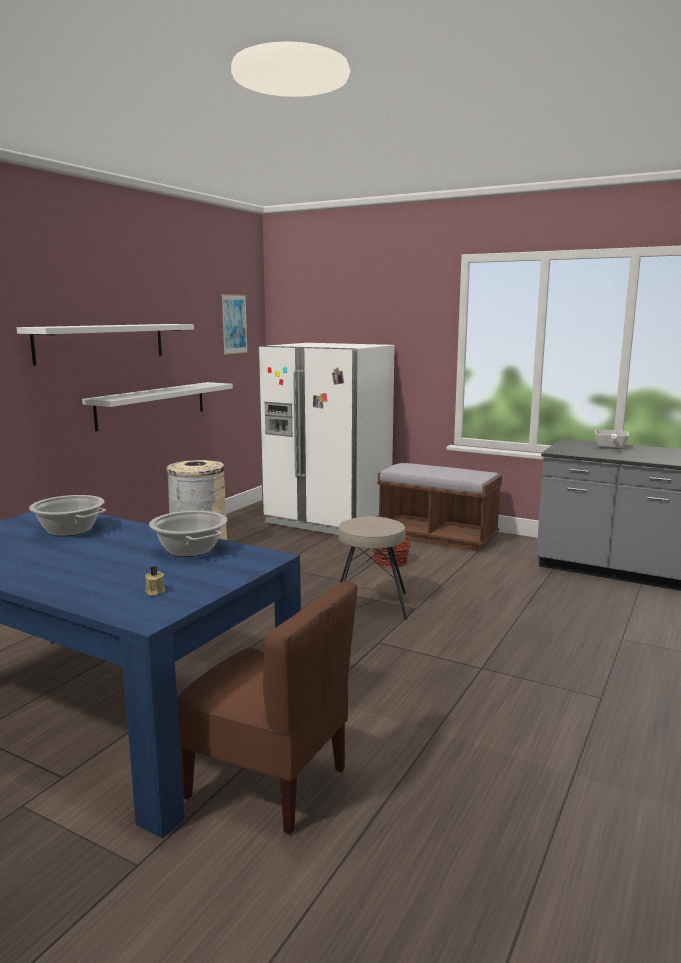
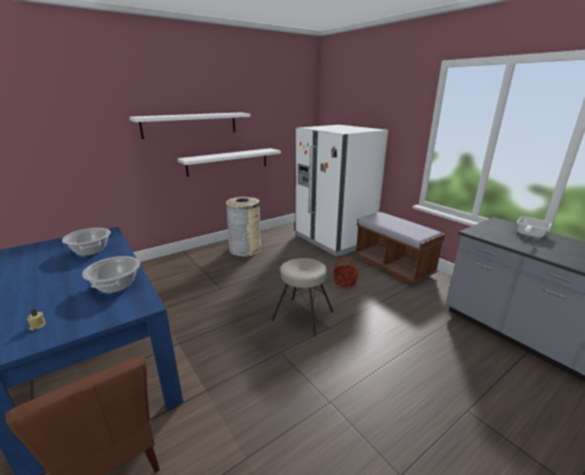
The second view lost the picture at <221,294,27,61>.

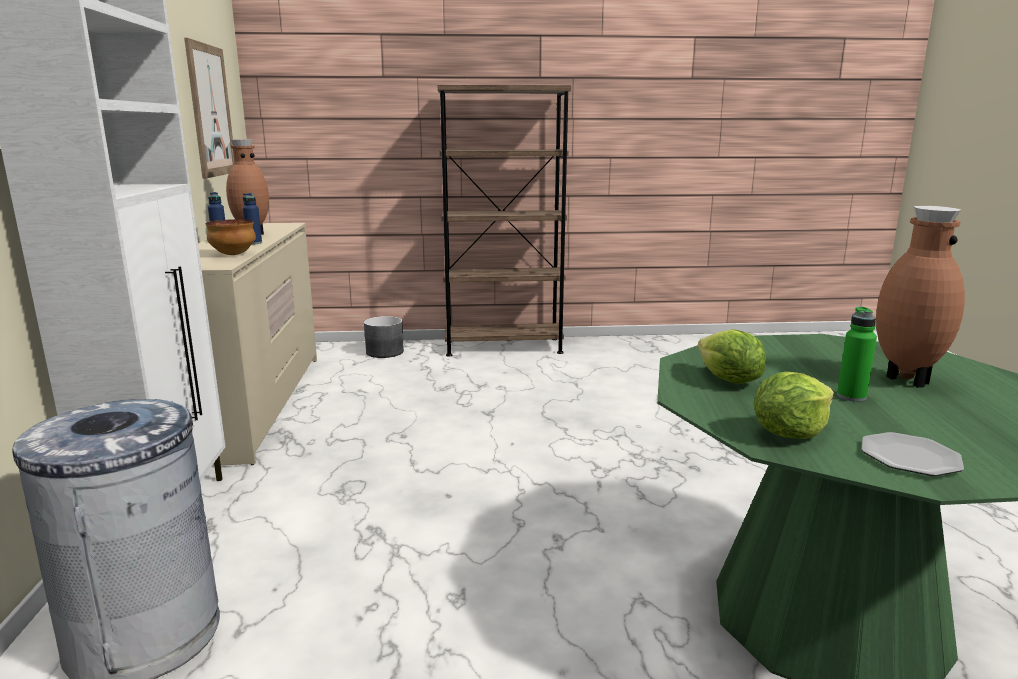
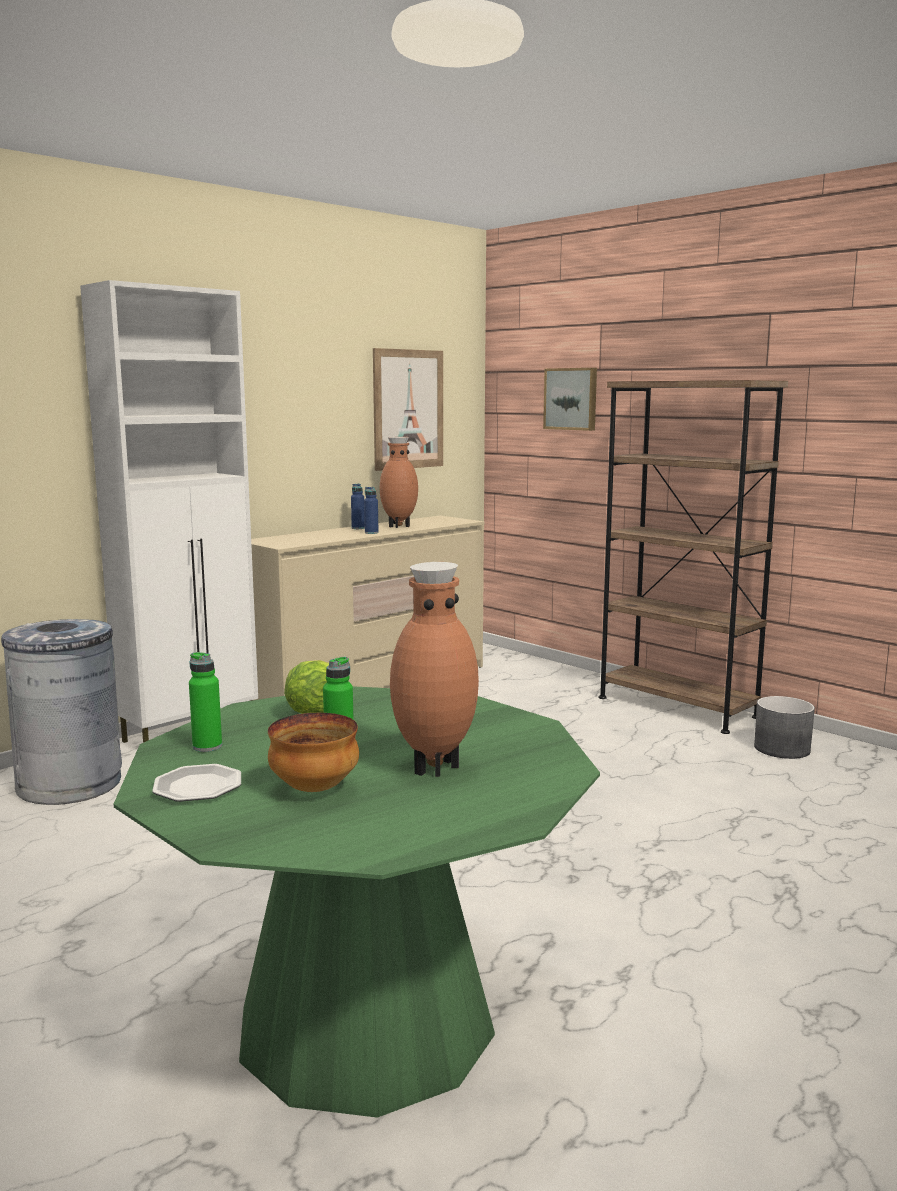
The bowl ended up elsewhere, having gone from <205,219,51,36> to <268,713,91,79>. The grey planter ended up elsewhere, having gone from <364,316,40,42> to <754,696,61,63>. Where the lettuce stood at <754,372,80,67>, the green bottle came to stand at <189,652,33,100>. The second view gained the picture at <543,368,54,63>.

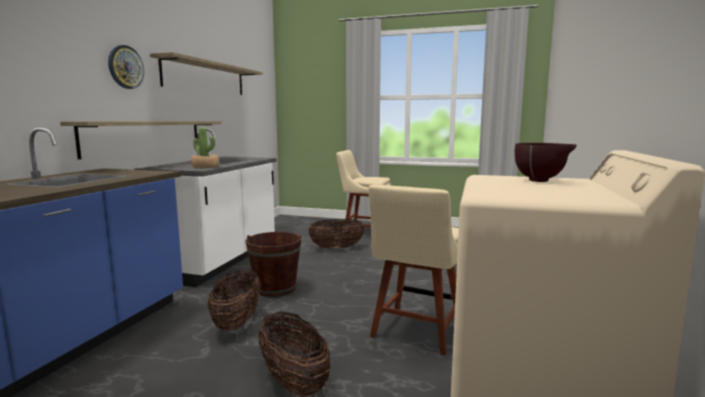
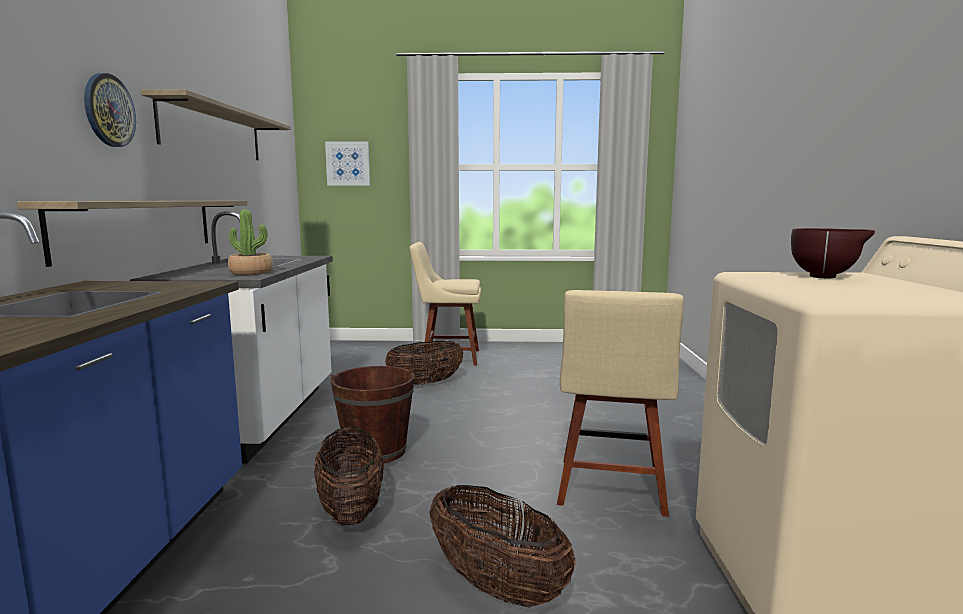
The second view gained the picture at <325,141,45,45>.

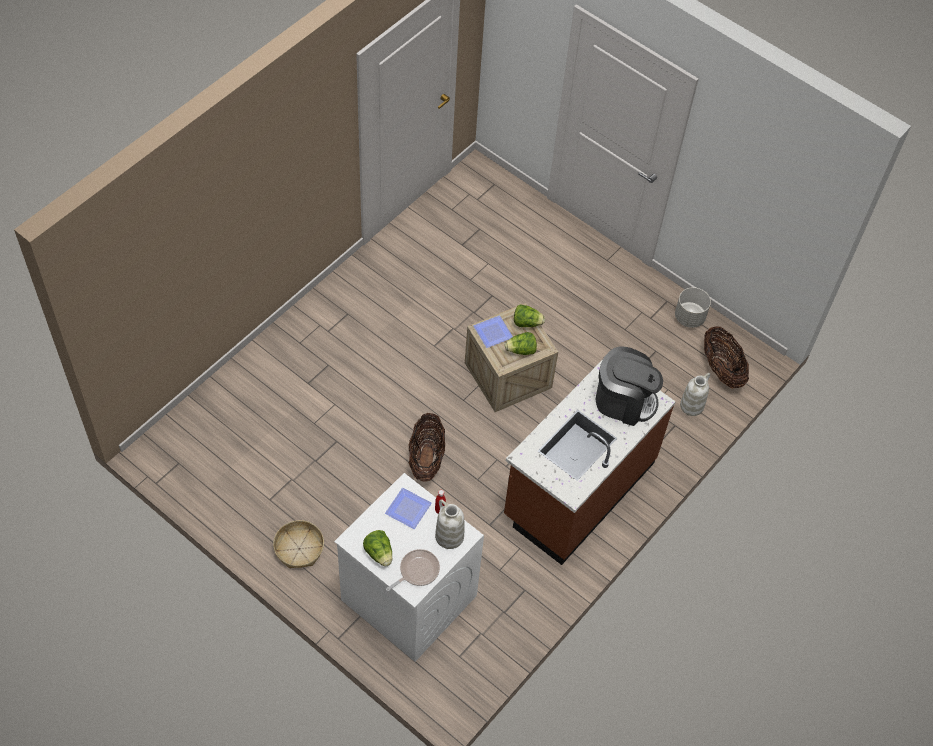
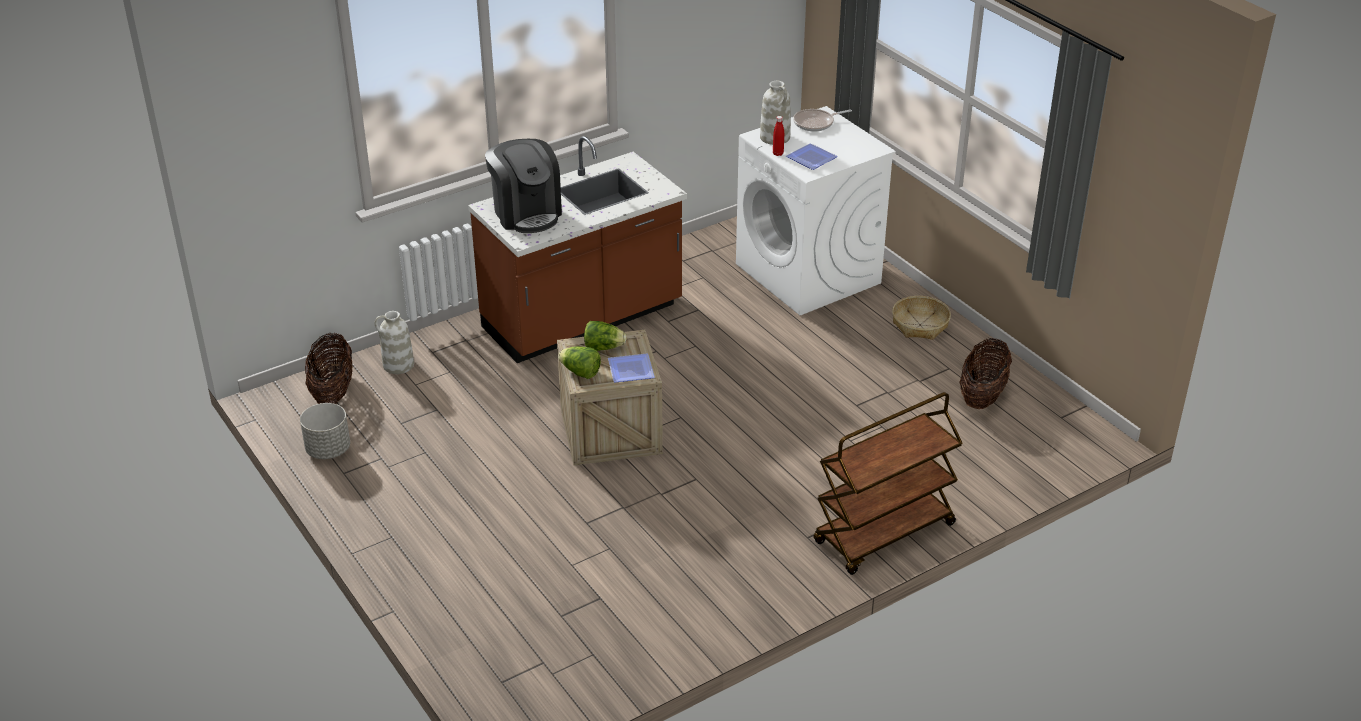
The coffee machine at <596,346,67,80> ended up facing another way, 150 degrees counterclockwise from before. The basket ended up elsewhere, having gone from <409,413,36,69> to <959,338,53,71>. The second view lost the lettuce at <363,530,29,36>. The second view gained the brown cart at <814,392,149,183>.

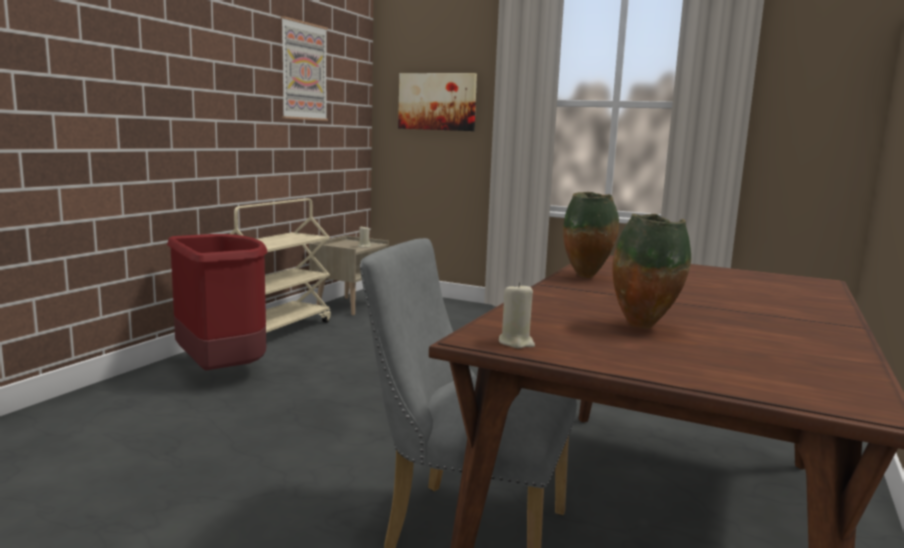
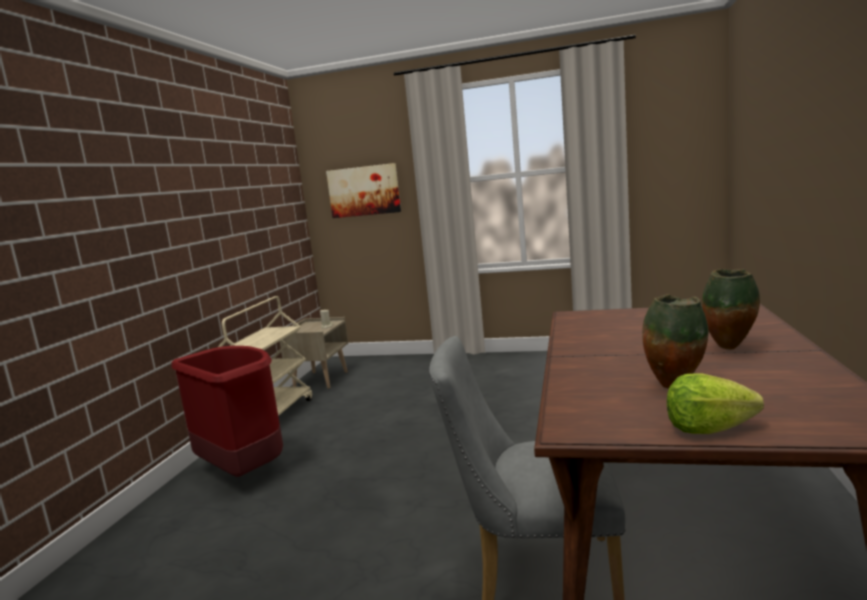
The second view lost the picture at <280,16,48,105>. The vase ended up elsewhere, having gone from <563,192,56,86> to <702,269,58,81>. The second view lost the beige candle at <499,282,36,66>. The second view gained the lettuce at <667,374,97,60>.

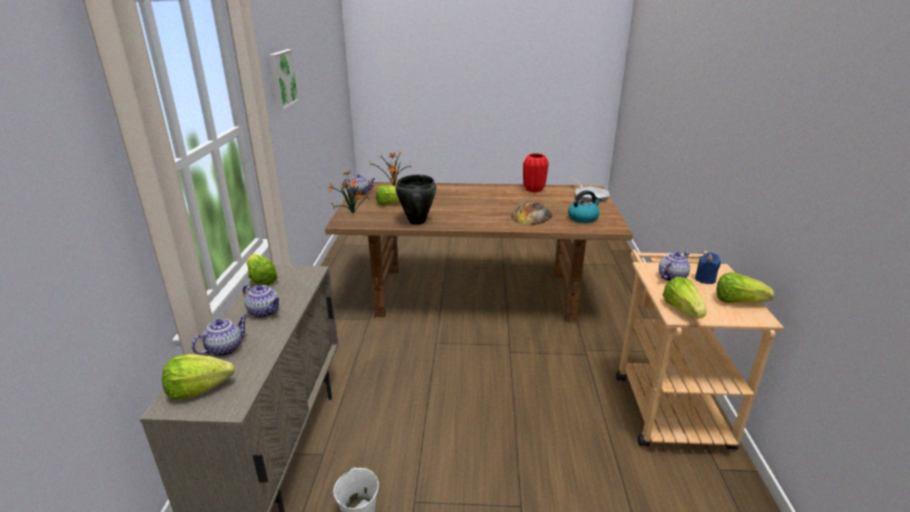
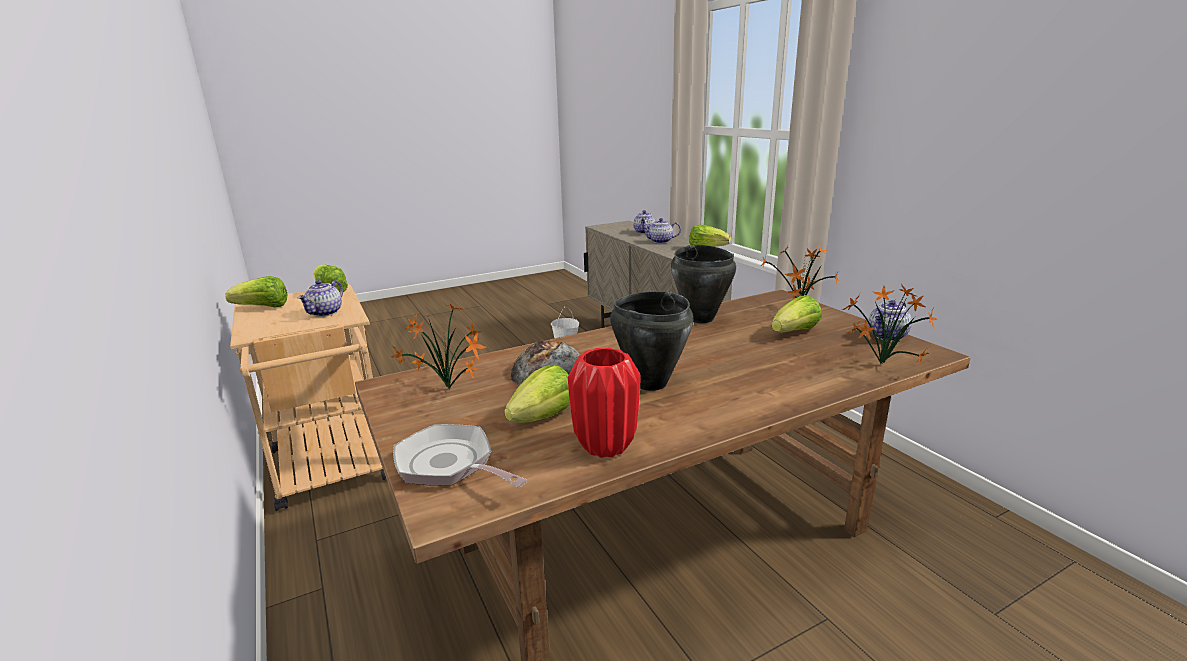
The second view lost the picture at <269,49,30,61>. Where the kettle stood at <568,190,33,33>, the potted plant came to stand at <391,303,96,87>. The second view lost the blue candle at <695,252,26,32>. The lettuce ended up elsewhere, having gone from <162,354,72,45> to <504,365,66,58>. The second view gained the black cooking pot at <610,291,83,100>.

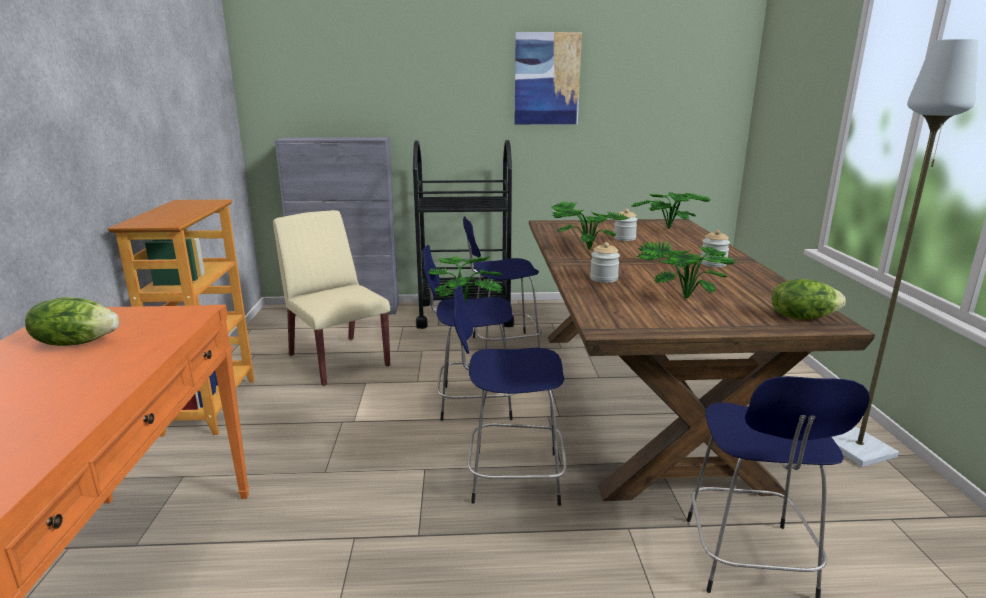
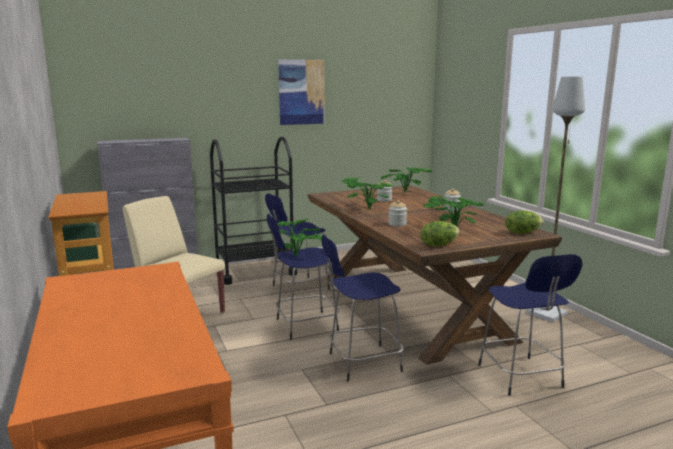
The lettuce ended up elsewhere, having gone from <25,297,94,49> to <420,221,40,25>.

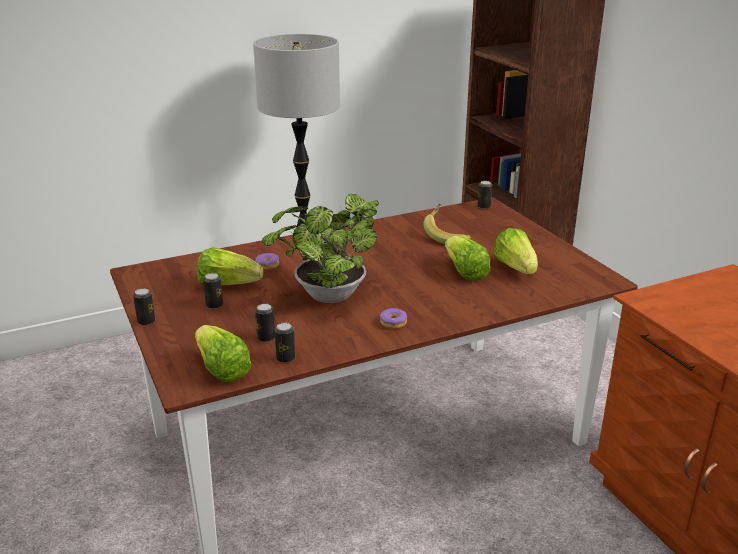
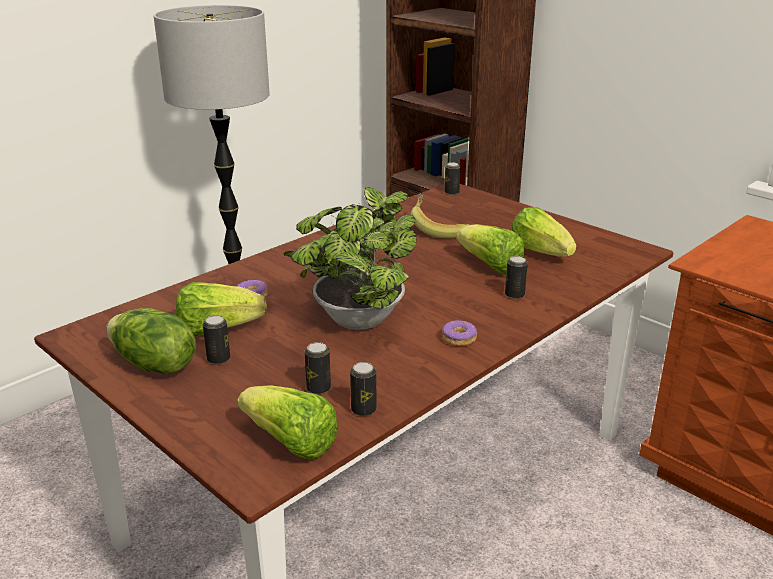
The can ended up elsewhere, having gone from <133,288,22,38> to <505,256,23,43>. The second view gained the lettuce at <106,308,90,66>.

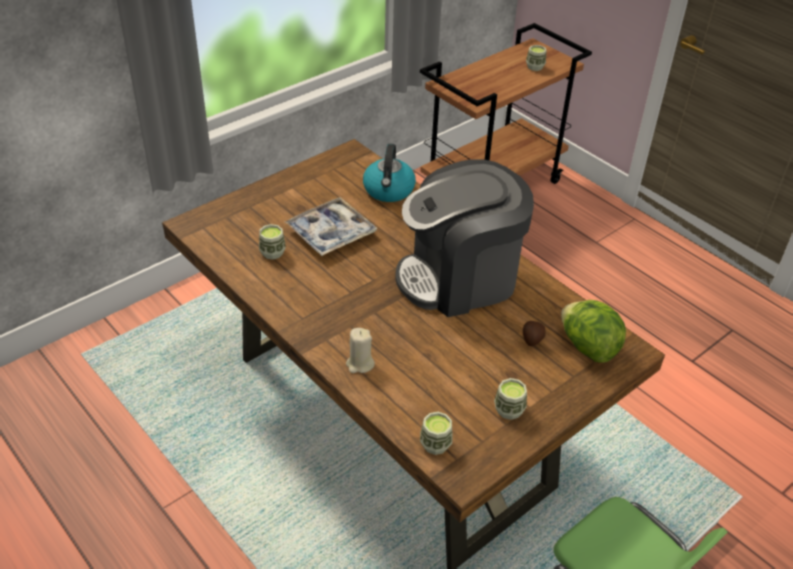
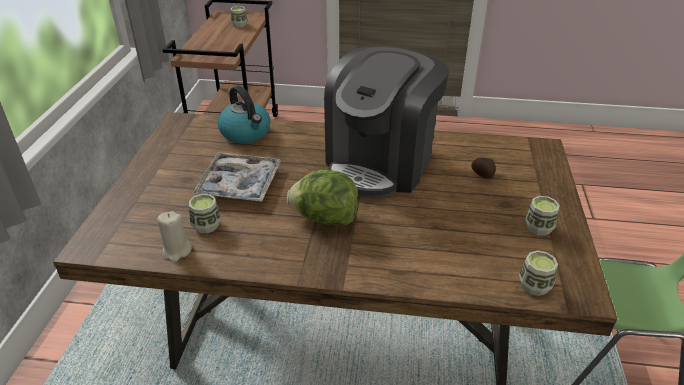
The lettuce ended up elsewhere, having gone from <561,300,65,63> to <287,170,72,55>. The beige candle ended up elsewhere, having gone from <346,328,29,45> to <157,211,35,51>.

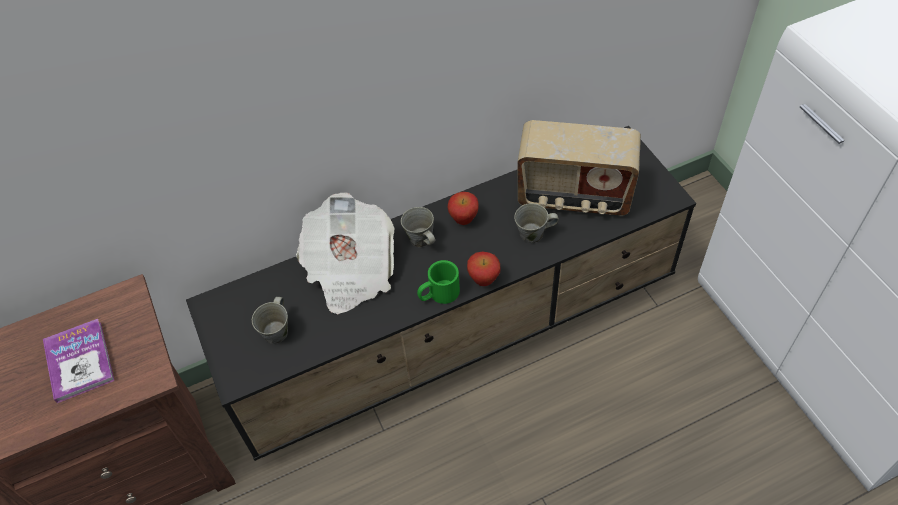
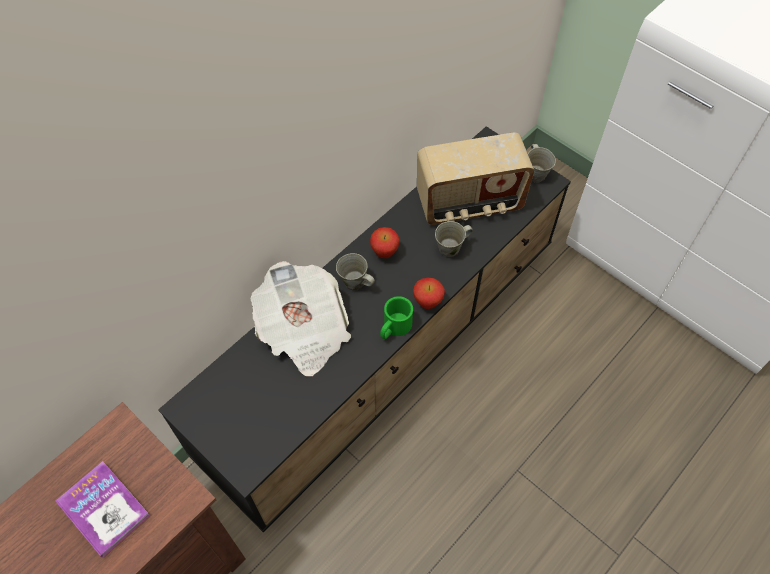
The grey mug ended up elsewhere, having gone from <252,297,36,47> to <528,144,28,38>.

